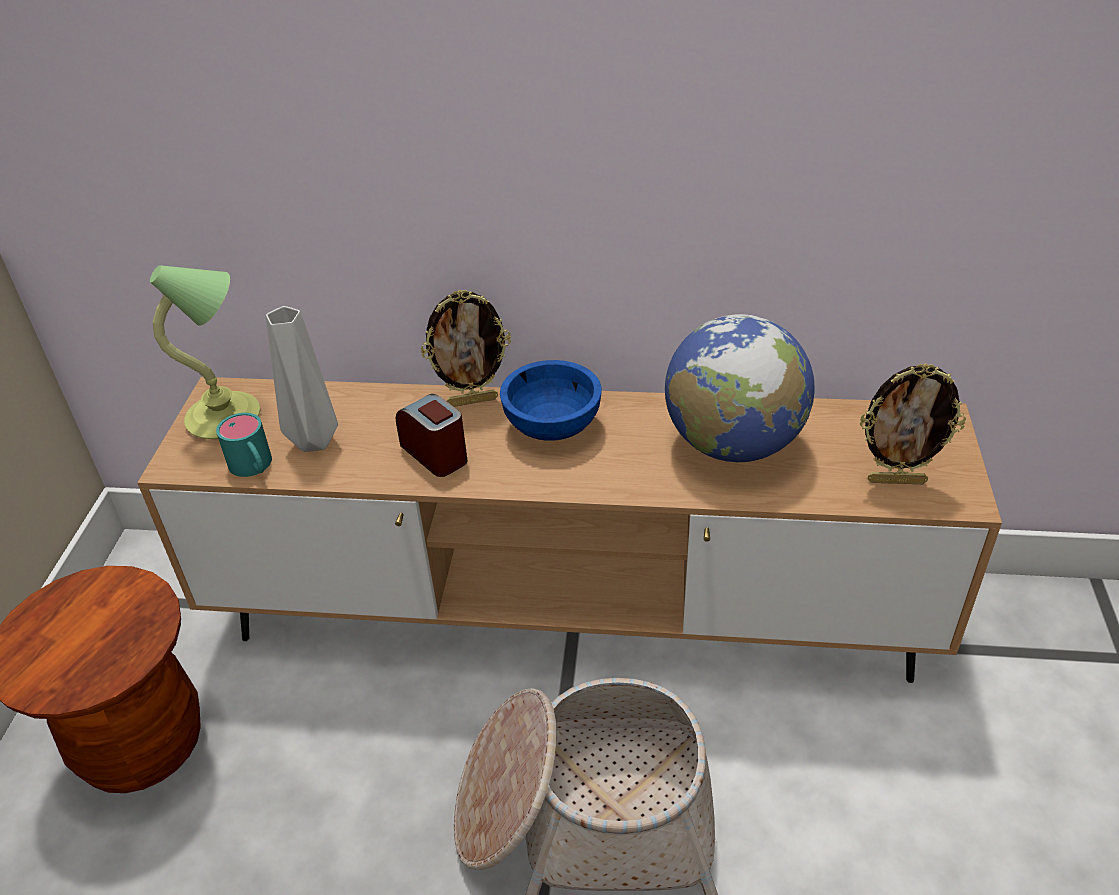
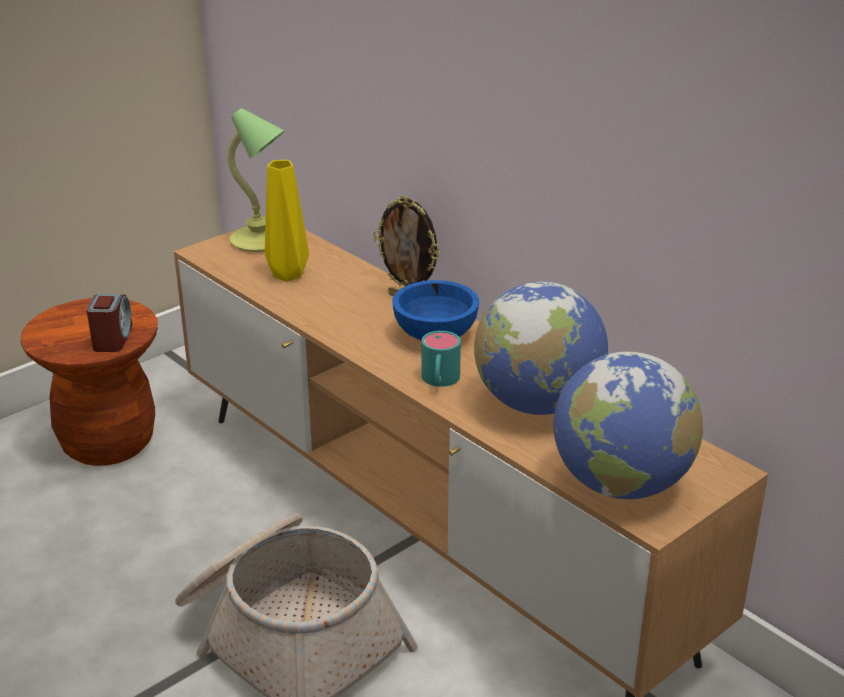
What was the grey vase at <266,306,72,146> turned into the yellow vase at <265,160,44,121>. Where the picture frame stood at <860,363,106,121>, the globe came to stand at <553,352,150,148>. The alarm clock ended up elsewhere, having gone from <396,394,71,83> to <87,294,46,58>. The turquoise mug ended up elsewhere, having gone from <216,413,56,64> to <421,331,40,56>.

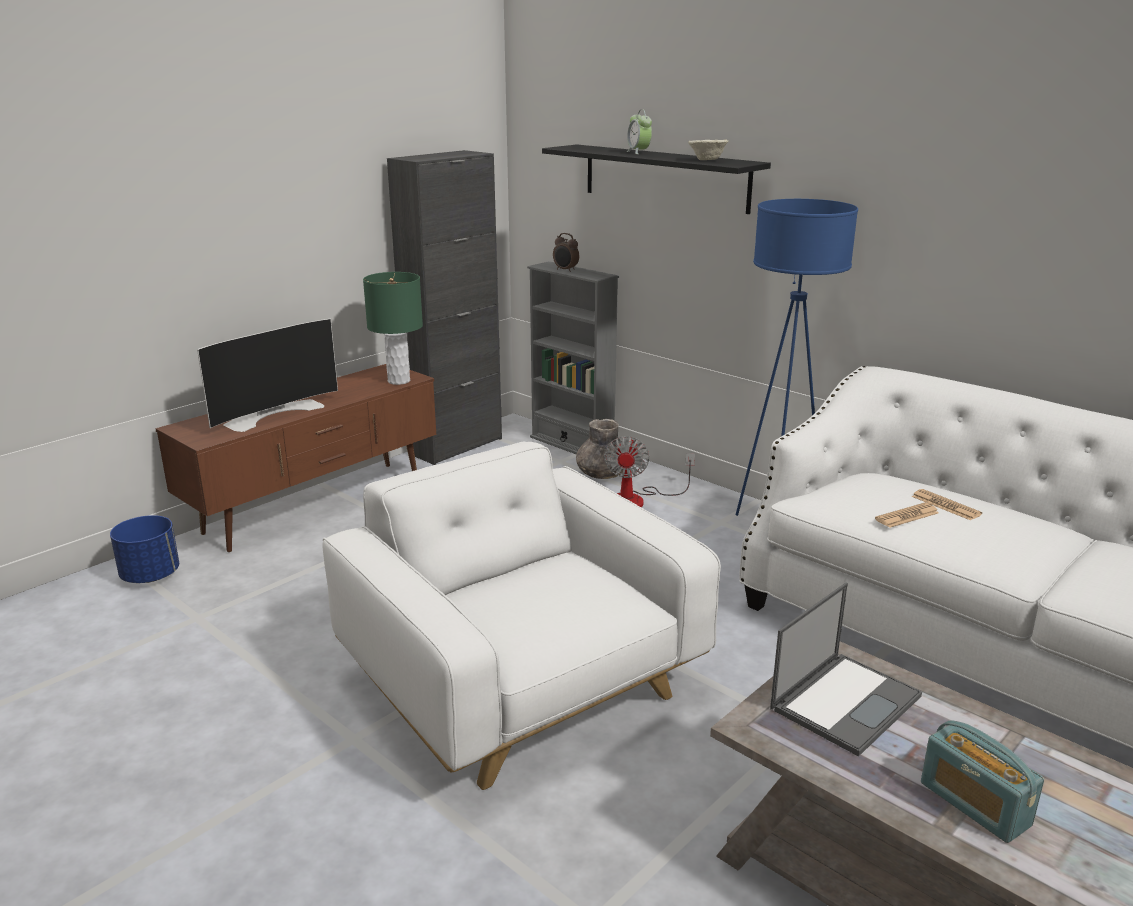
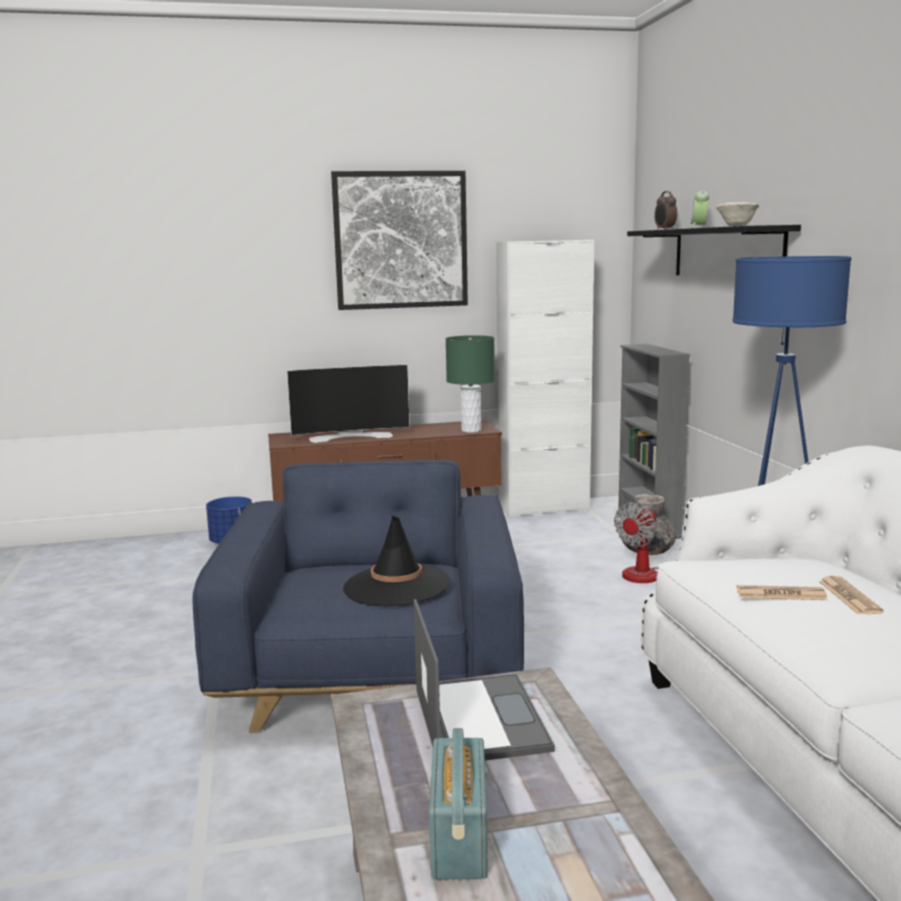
What was the black cabinet at <387,150,115,315> turned into the white cabinet at <496,240,98,278>. The alarm clock ended up elsewhere, having gone from <553,233,26,39> to <654,191,23,39>. What was the white armchair at <322,442,399,348> turned into the blue armchair at <193,460,331,273>. The laptop at <770,583,152,174> ended up facing another way, 90 degrees counterclockwise from before. The second view gained the picture at <331,171,137,139>. The second view gained the black hat at <343,515,107,92>.

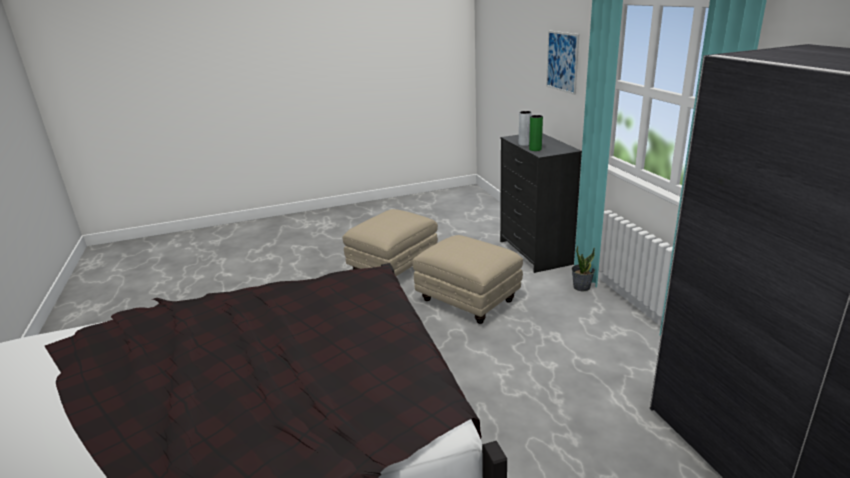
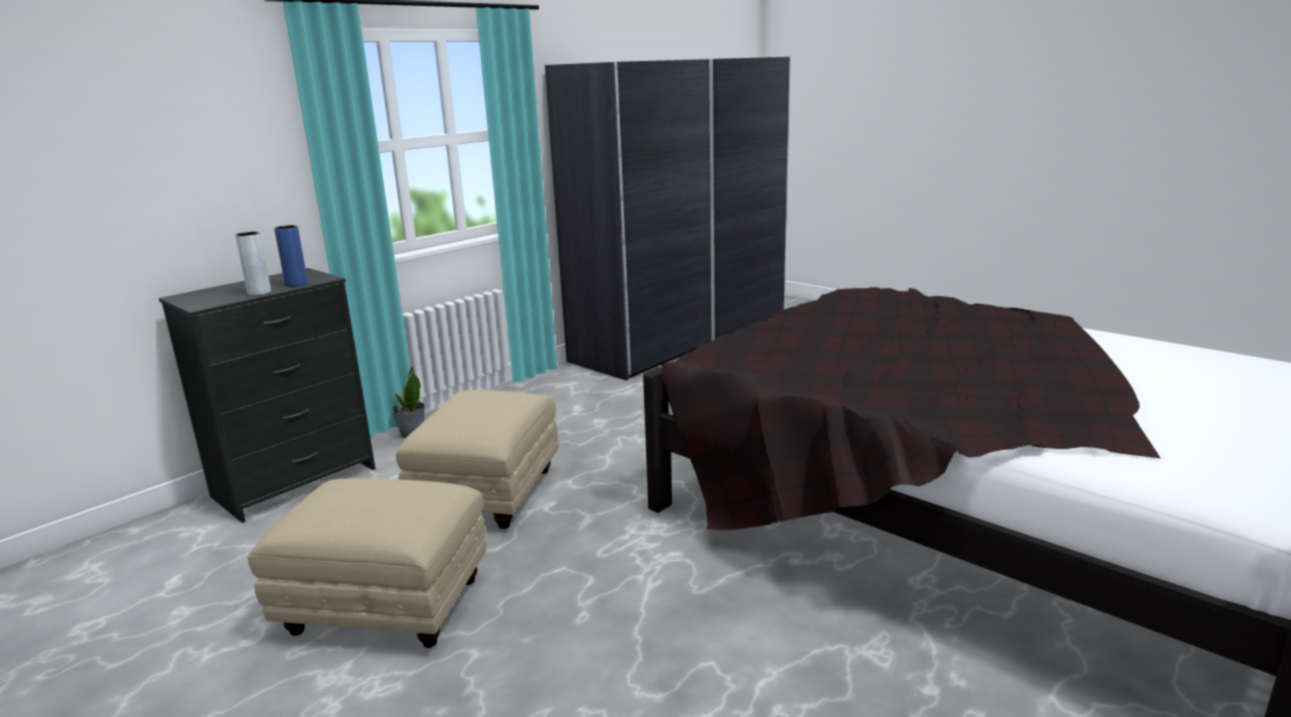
The second view lost the picture at <546,30,33,65>. What was the green vase at <529,115,14,36> turned into the blue vase at <274,225,34,62>.

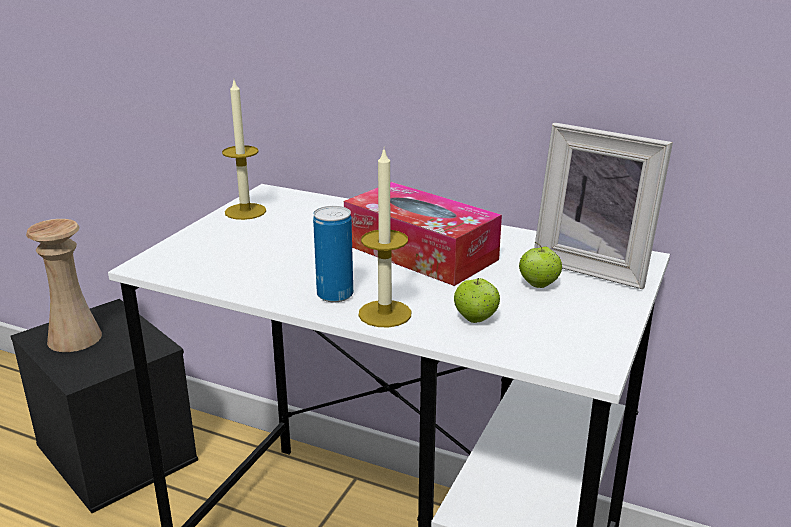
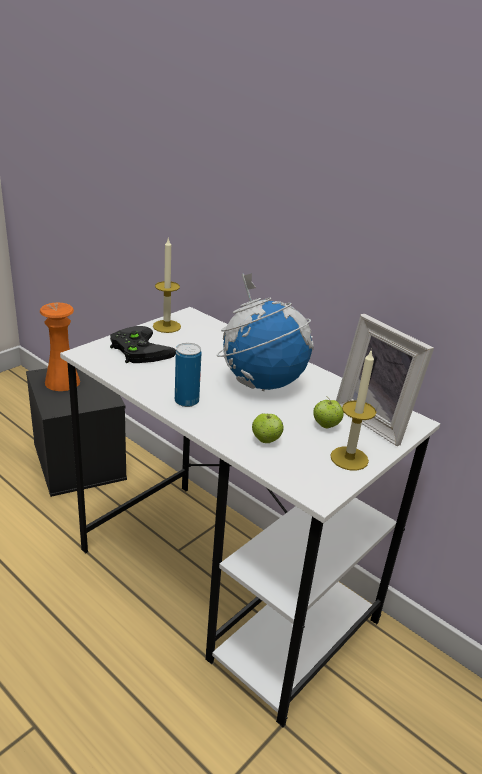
The candle ended up elsewhere, having gone from <358,150,53,177> to <330,349,46,122>. Where the tissue box stood at <344,182,158,104>, the globe came to stand at <217,273,97,118>. What was the beige vase at <26,219,76,133> turned into the orange vase at <40,303,40,88>. The second view gained the black game controller at <110,326,66,37>.

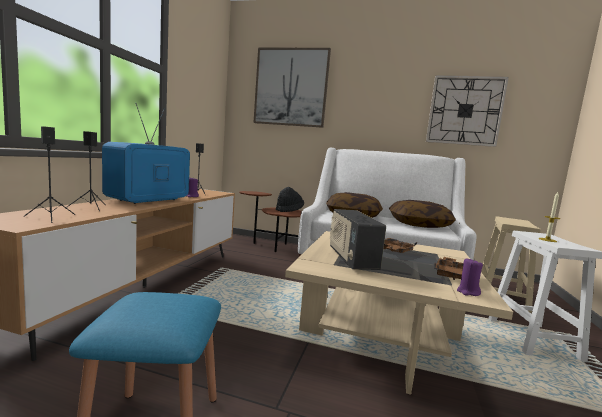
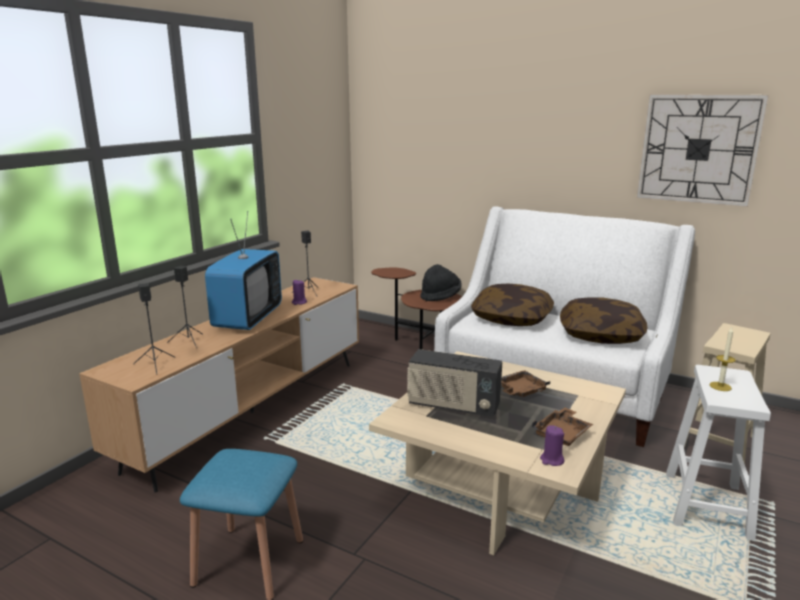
The second view lost the picture at <253,48,78,80>. The television at <102,103,88,101> ended up facing another way, 150 degrees clockwise from before. The radio at <330,209,56,61> ended up facing another way, 75 degrees counterclockwise from before.

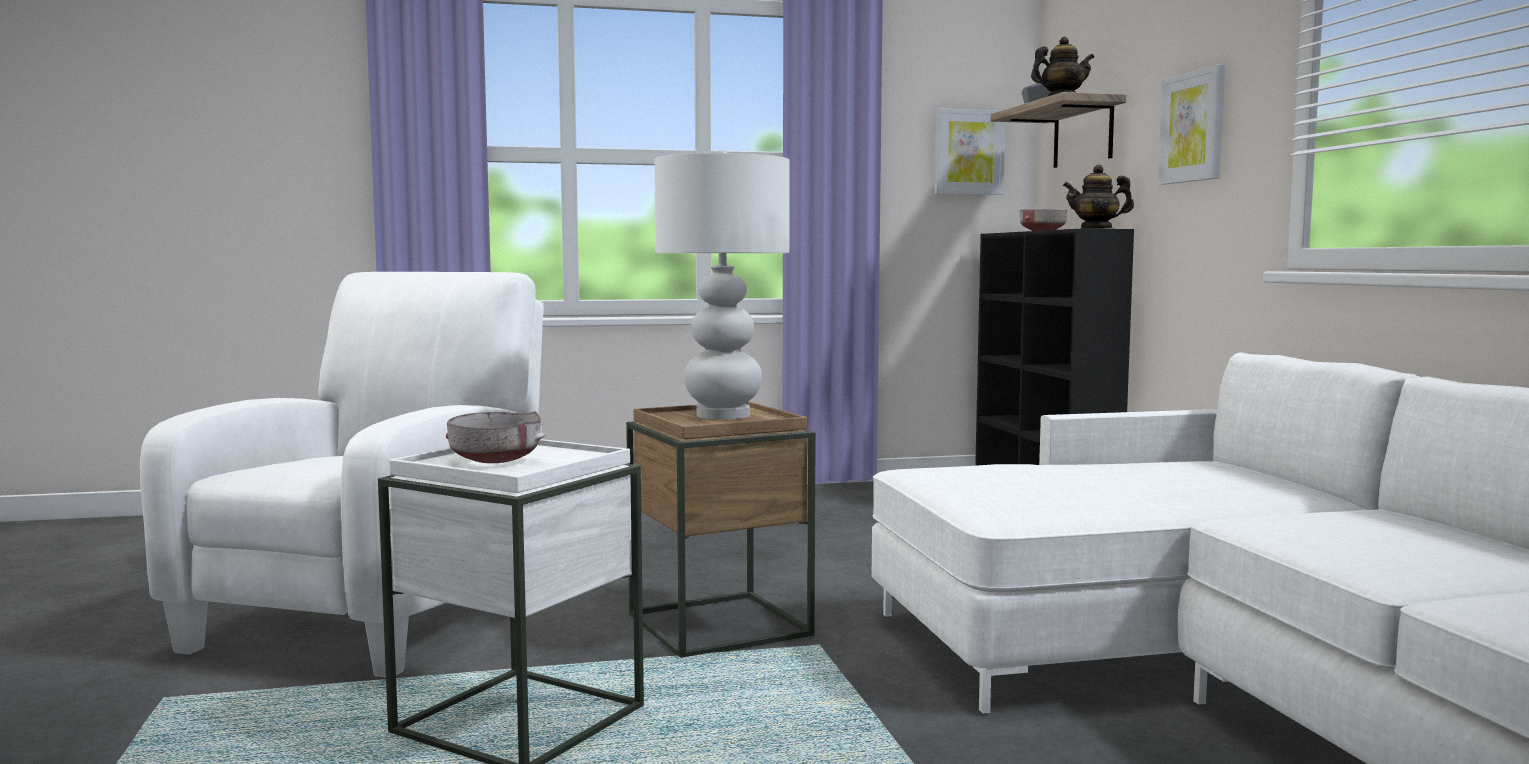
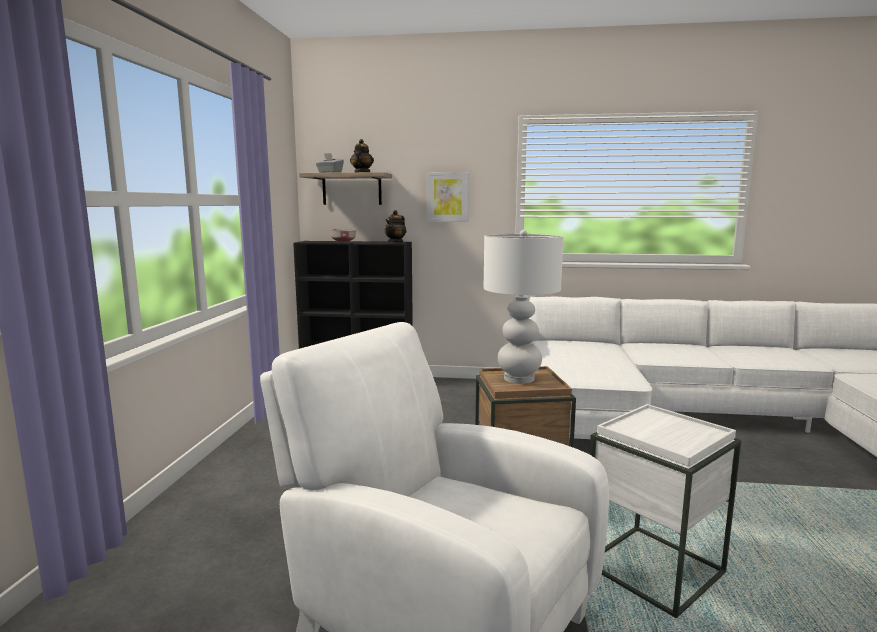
The second view lost the picture at <934,108,72,87>. The second view lost the grey bowl at <446,412,100,51>.

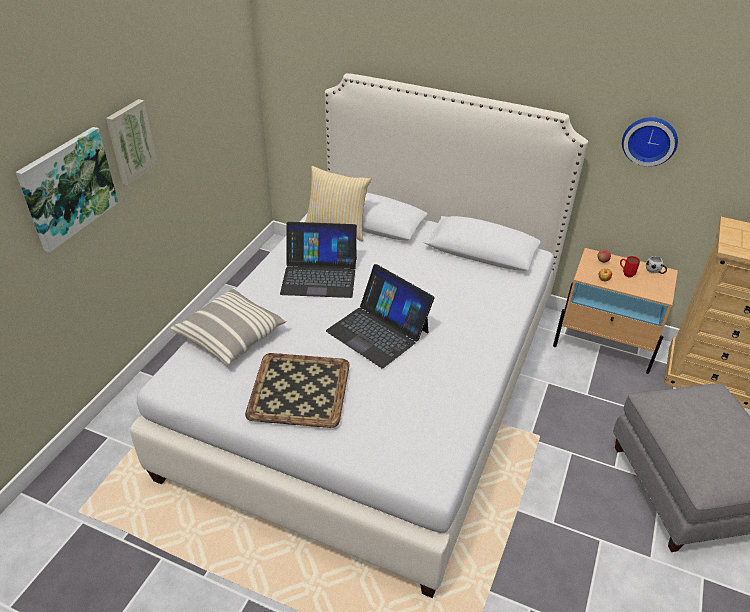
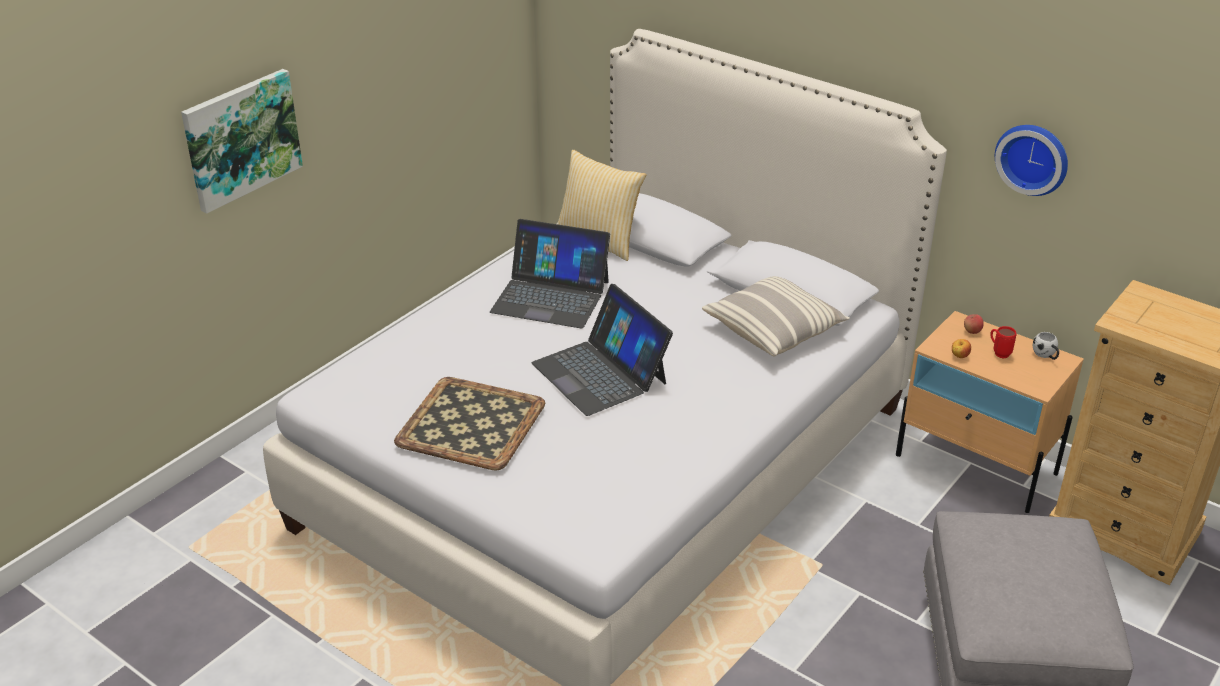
The second view lost the picture at <106,99,52,86>. The pillow ended up elsewhere, having gone from <171,288,116,77> to <702,276,148,81>.

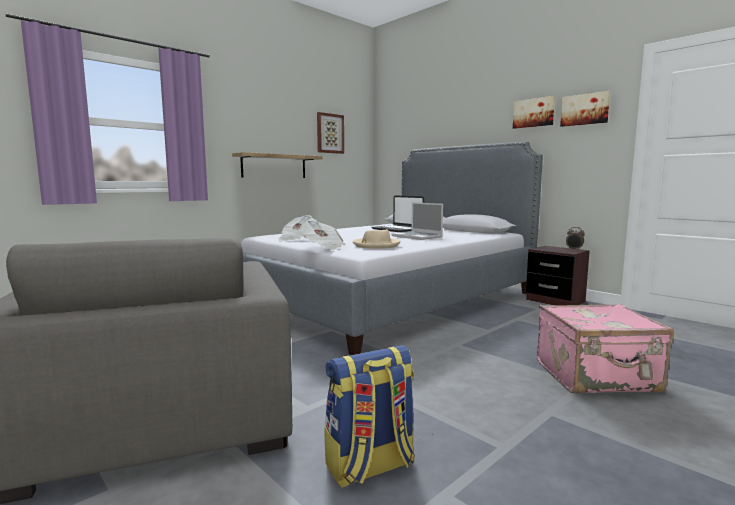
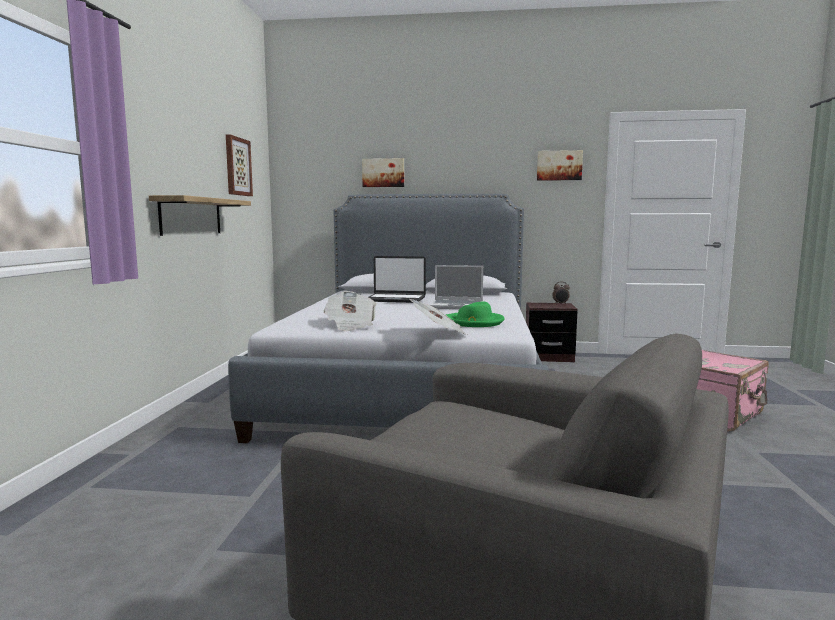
The picture ended up elsewhere, having gone from <513,96,42,33> to <362,158,42,29>. What was the beige hat at <353,229,47,20> turned into the green hat at <446,301,59,26>. The second view lost the backpack at <325,345,90,143>.

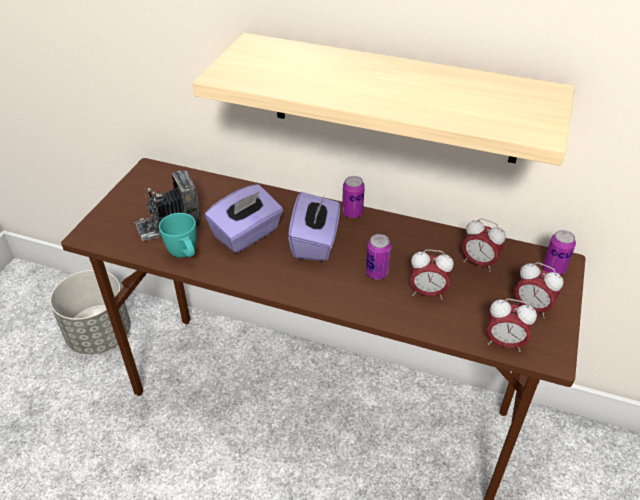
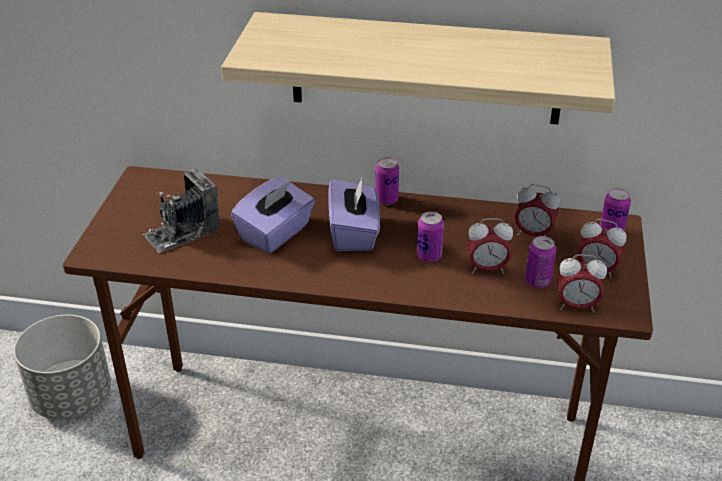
The second view lost the turquoise mug at <159,213,38,45>. The second view gained the can at <525,236,31,52>.

